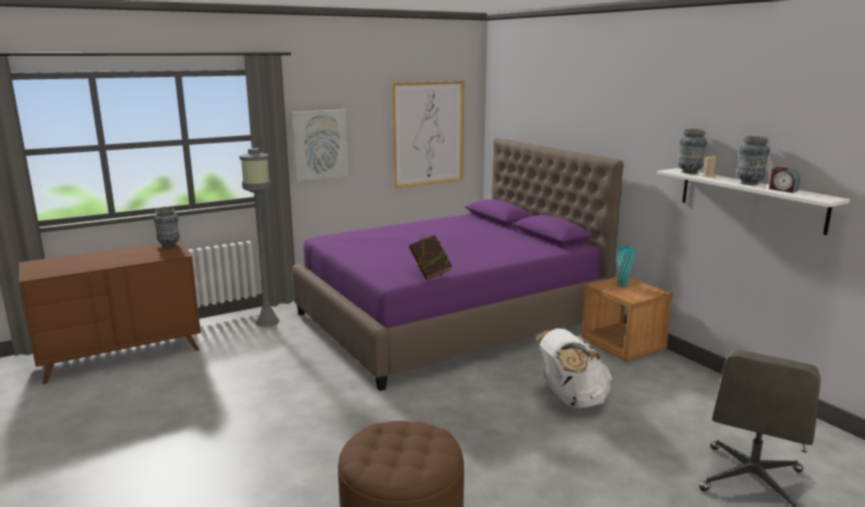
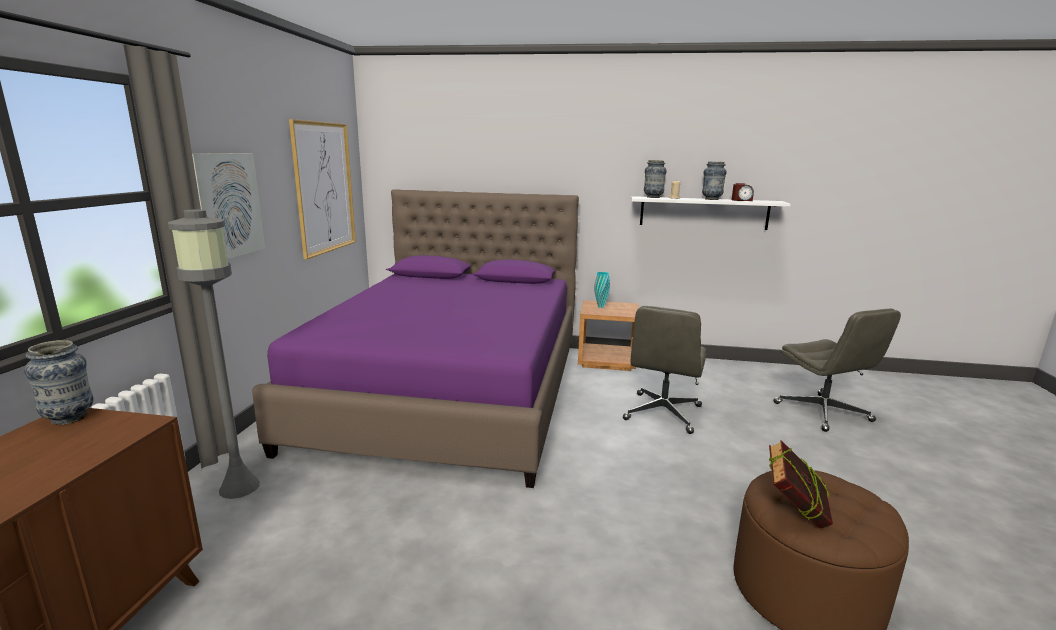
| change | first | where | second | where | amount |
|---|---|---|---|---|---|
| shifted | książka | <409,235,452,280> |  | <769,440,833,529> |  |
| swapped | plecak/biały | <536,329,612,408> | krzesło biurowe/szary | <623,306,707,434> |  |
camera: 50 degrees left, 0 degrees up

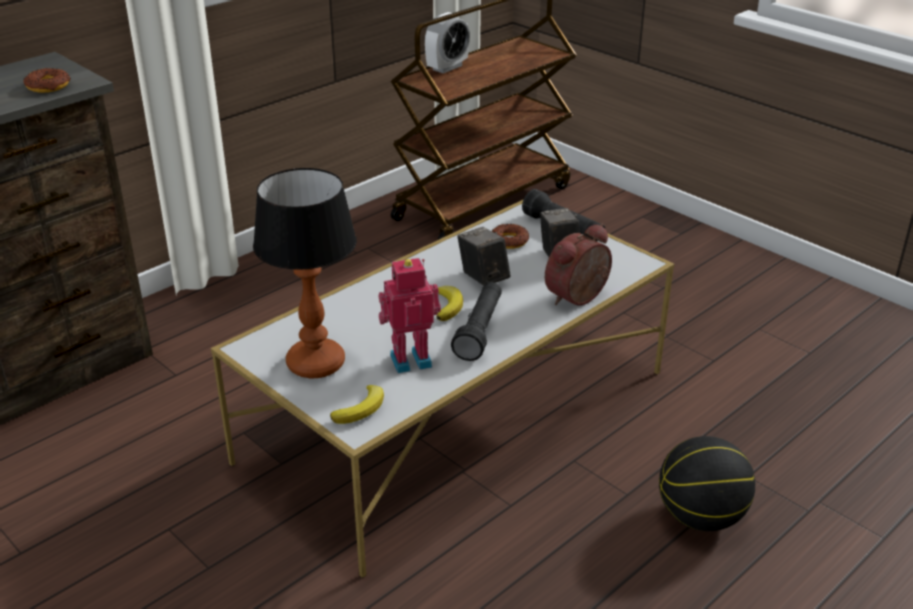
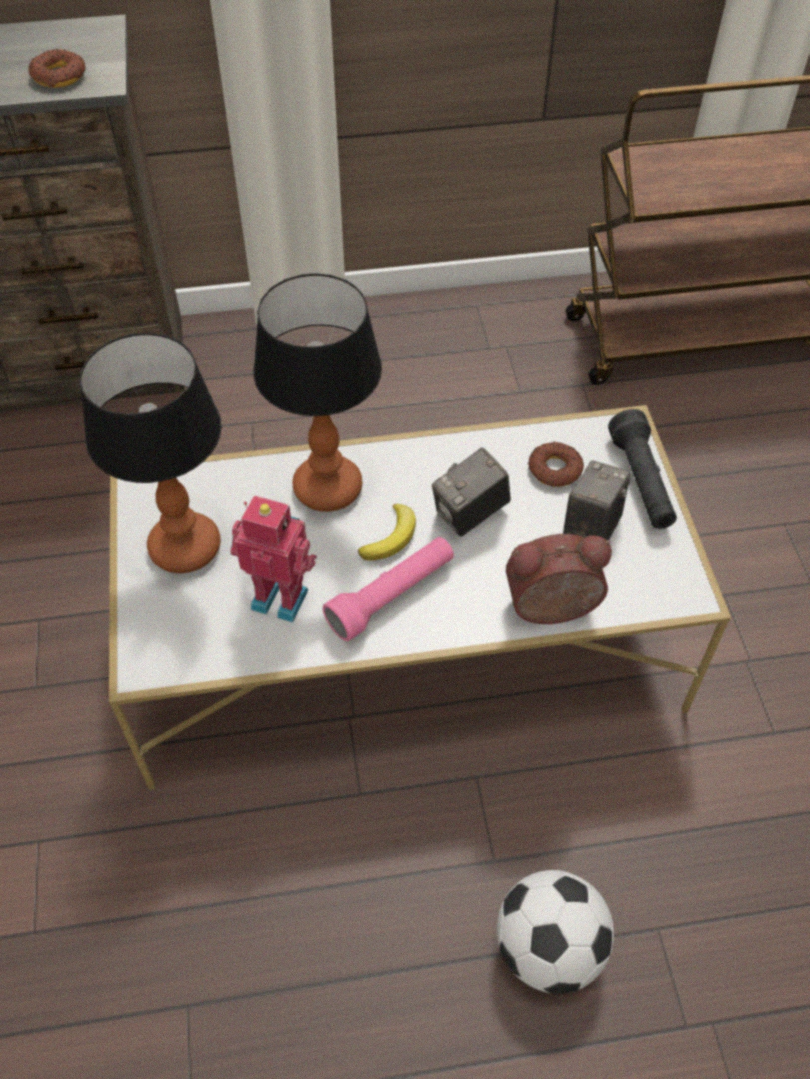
| change | first | where | second | where | amount |
|---|---|---|---|---|---|
| gone | budzik | <425,12,470,74> |  |  |  |
| rotated | aparat fotograficzny | <457,227,511,286> |  | <432,447,511,537> | 135 degrees counterclockwise |
| repainted | latarka/czarny | <451,282,502,361> | latarka/różowy | <323,537,454,641> |  |
| gone | banan | <330,385,384,424> |  |  |  |
| swapped | piłka do koszykówki | <659,436,755,531> | piłka futbolowa | <497,870,614,994> |  |
| new |  |  | lampa stołowa | <253,273,382,512> |  |
camera: 35 degrees right, 20 degrees up

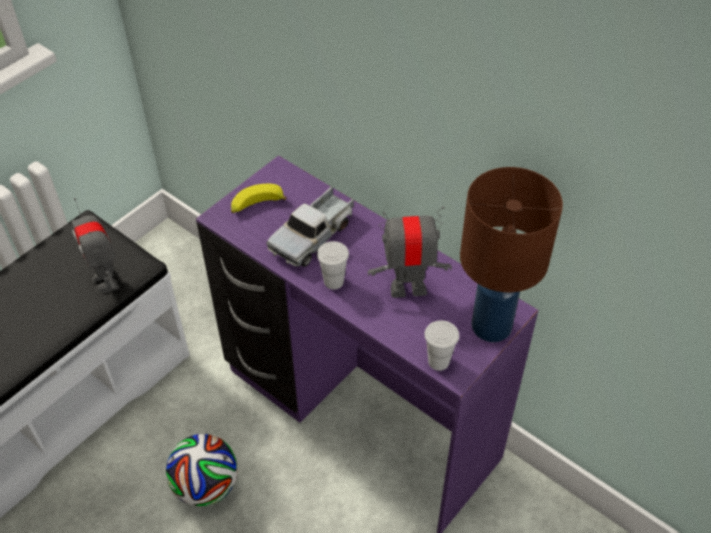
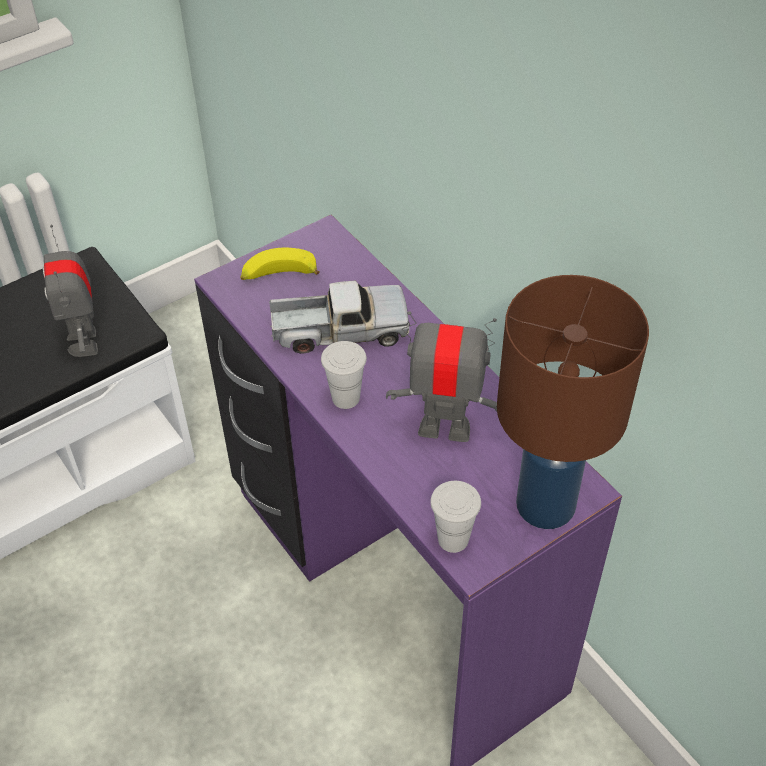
| change | first | where | second | where | amount |
|---|---|---|---|---|---|
| rotated | ciężarówka zabawkowa | <266,187,354,267> |  | <269,281,410,354> | 150 degrees counterclockwise |
| gone | piłka futbolowa | <166,434,238,506> |  |  |  |
camera: 15 degrees right, 0 degrees up

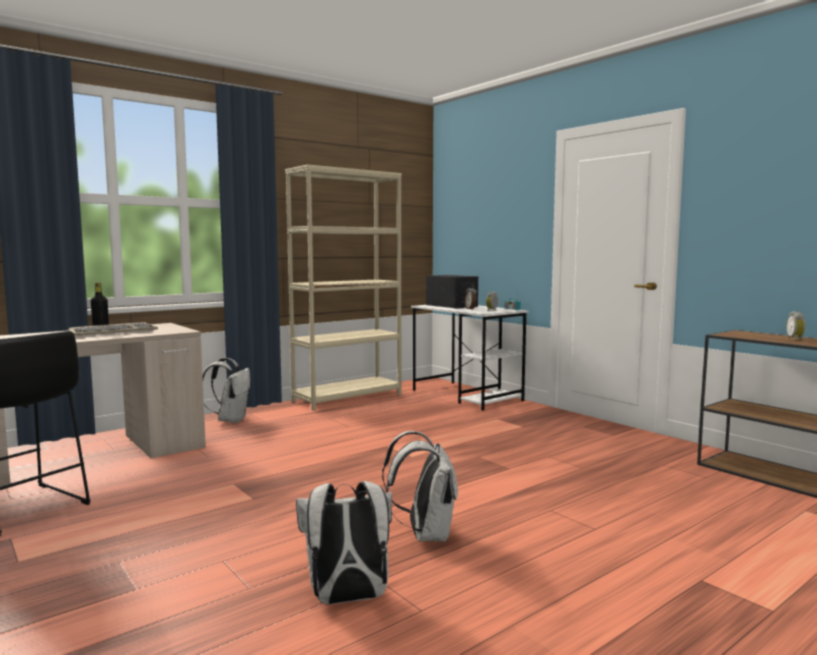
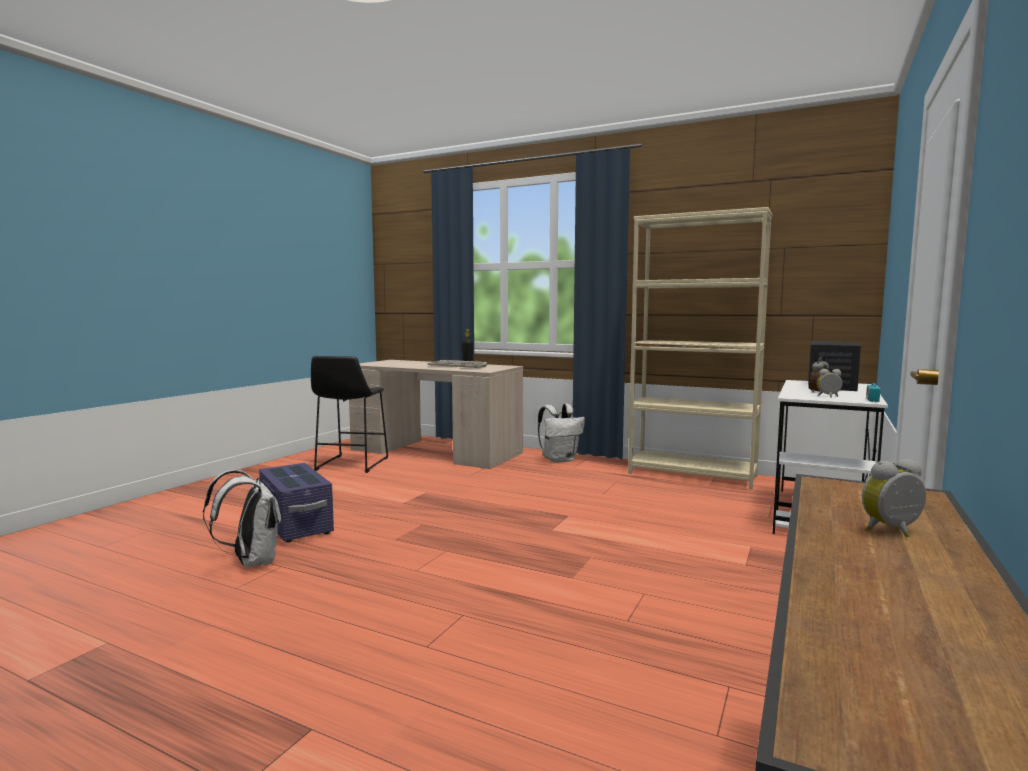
| change | first | where | second | where | amount |
|---|---|---|---|---|---|
| gone | plecak/biały | <382,431,458,542> |  |  |  |
| new |  |  | pojemnik do przechowywania/fioletowy | <259,463,334,542> |  |
camera: 65 degrees right, 0 degrees up

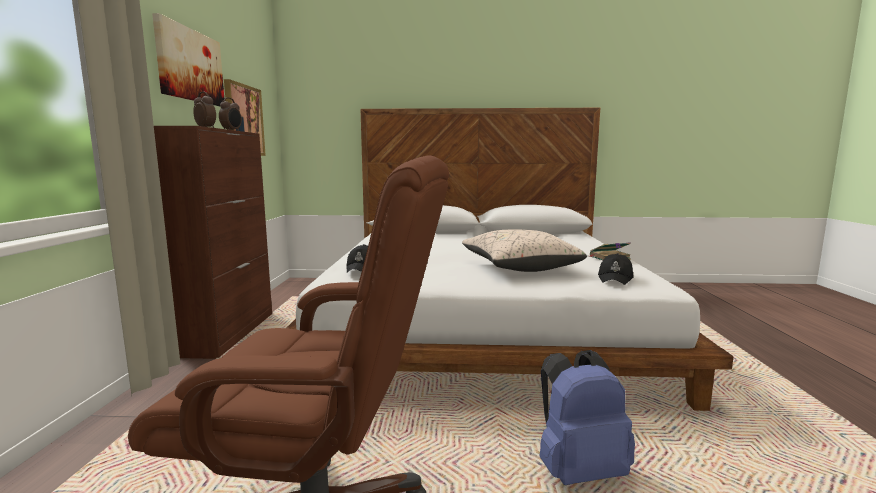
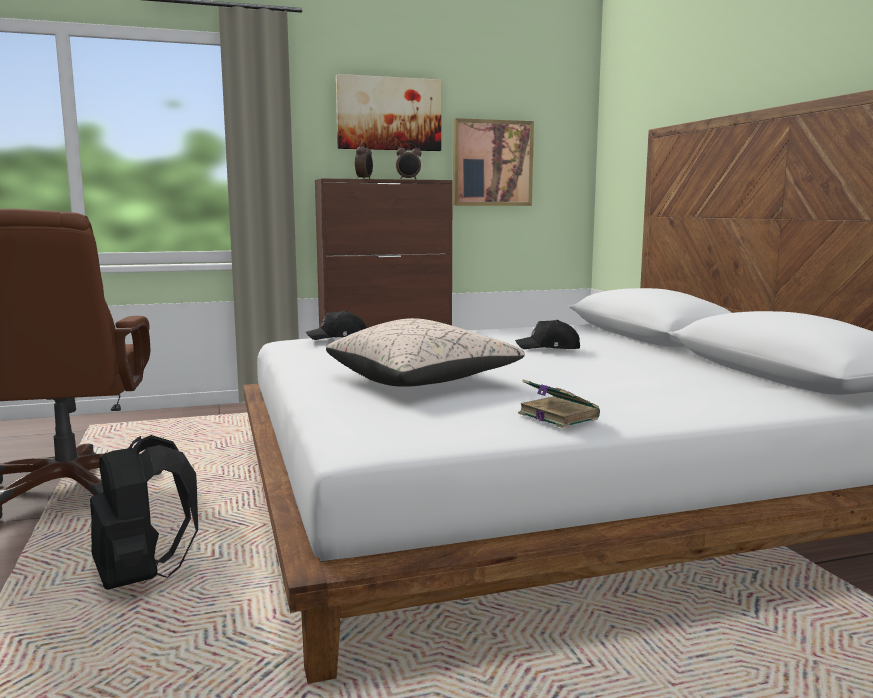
| change | first | where | second | where | amount |
|---|---|---|---|---|---|
| shifted | czapka z daszkiem/czarny | <598,253,634,285> |  | <515,320,580,349> |  |
| repainted | plecak/niebieski | <540,350,635,485> | plecak/czarny | <90,435,198,590> |  |
camera: 70 degrees right, 0 degrees up

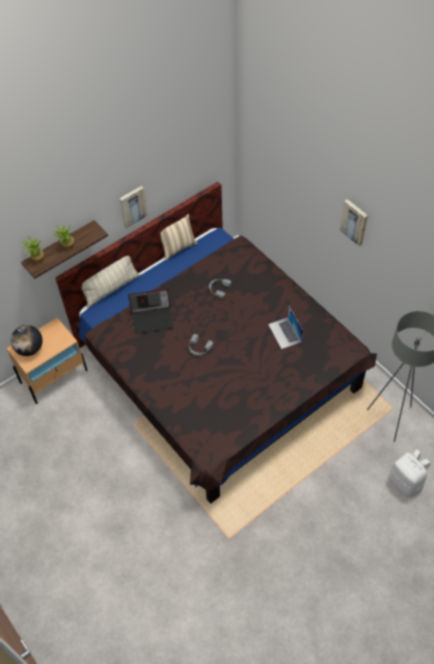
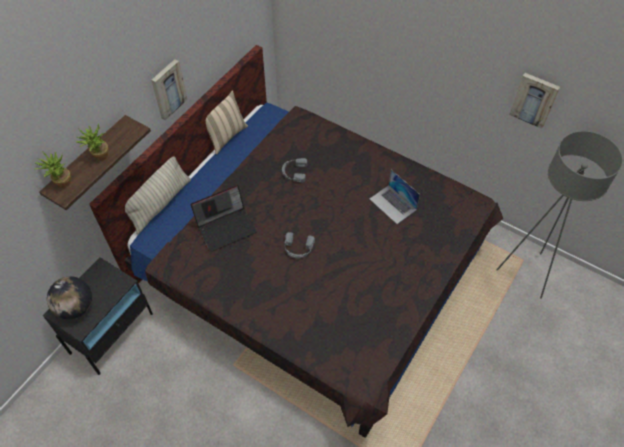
| change | first | where | second | where | amount |
|---|---|---|---|---|---|
| shifted | obraz | <340,199,368,246> |  | <509,73,560,129> |  |
| repainted | szafka nocna/beżowy | <6,318,88,404> | szafka nocna/czarny | <43,257,153,375> |  |
| gone | plecak/biały | <389,449,431,497> |  |  |  |
camera: 20 degrees left, 0 degrees up

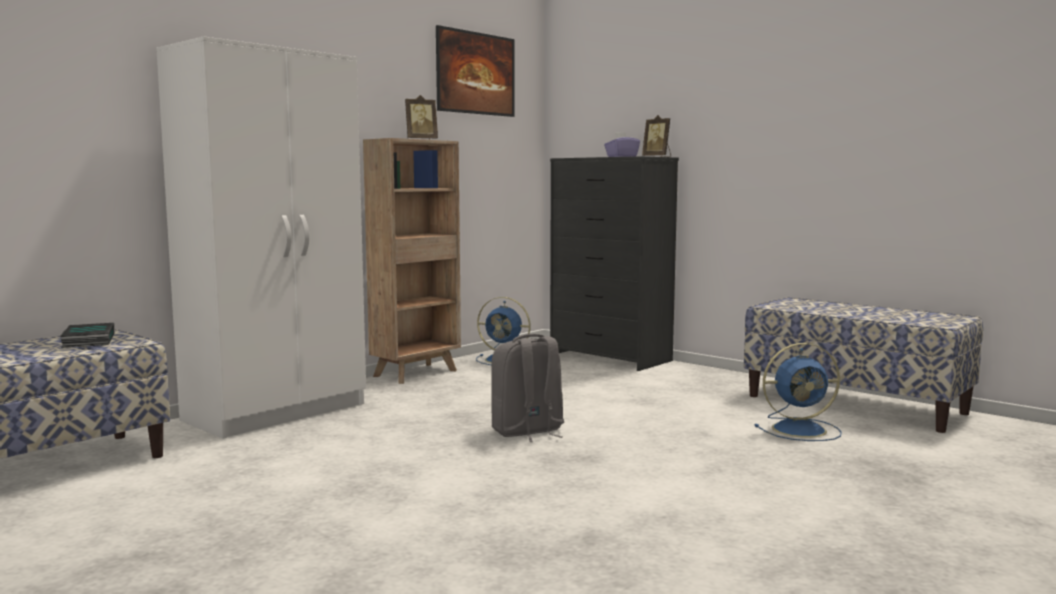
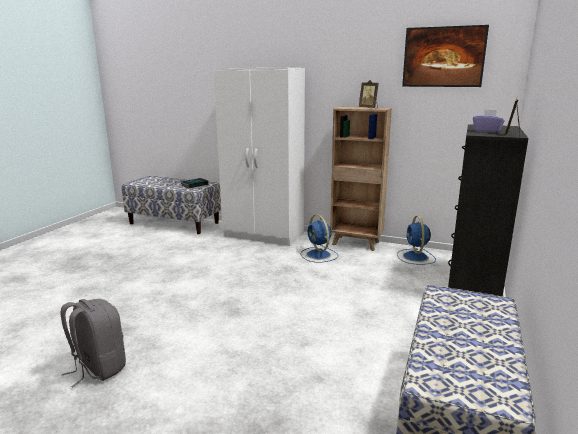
| change | first | where | second | where | amount |
|---|---|---|---|---|---|
| shifted | plecak/szary | <491,334,564,442> |  | <61,299,126,387> |  |
| shifted | wentylator/niebieski | <754,343,842,441> |  | <301,214,338,262> |  |
camera: 70 degrees right, 10 degrees up

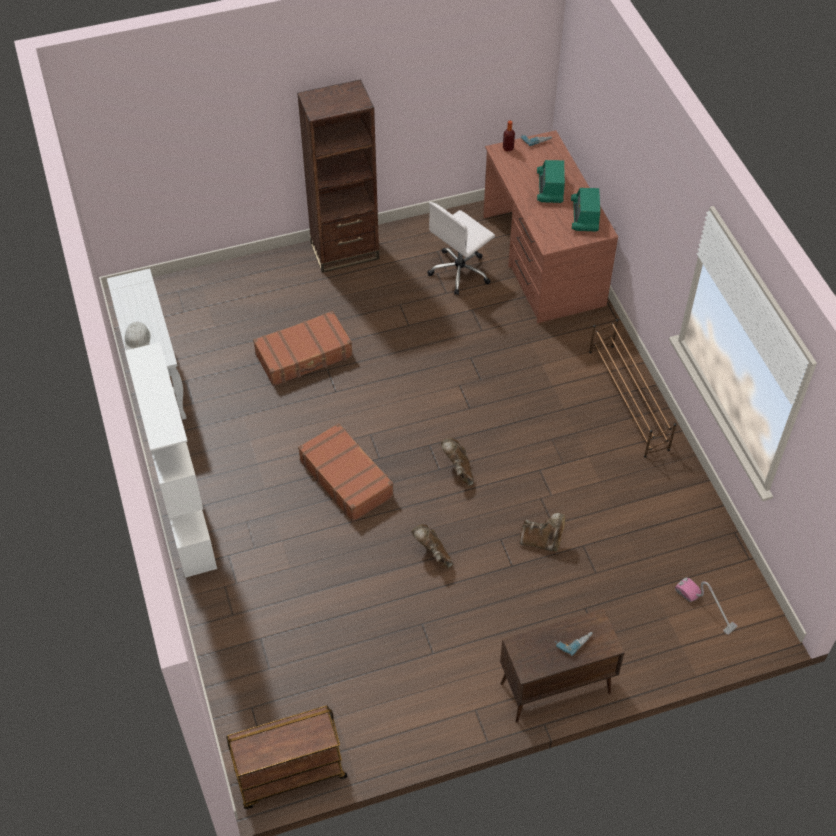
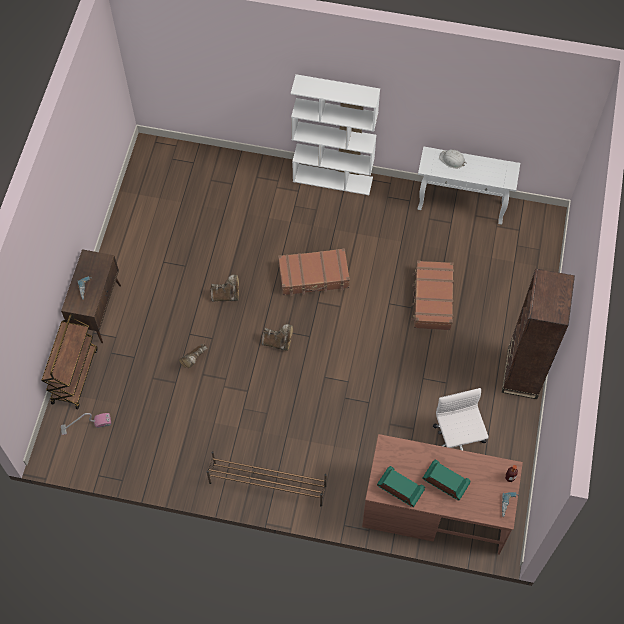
| change | first | where | second | where | amount |
|---|---|---|---|---|---|
| shifted | wózek/brązowy | <226,705,347,809> |  | <41,314,98,409> |  |
camera: 120 degrees right, 10 degrees up

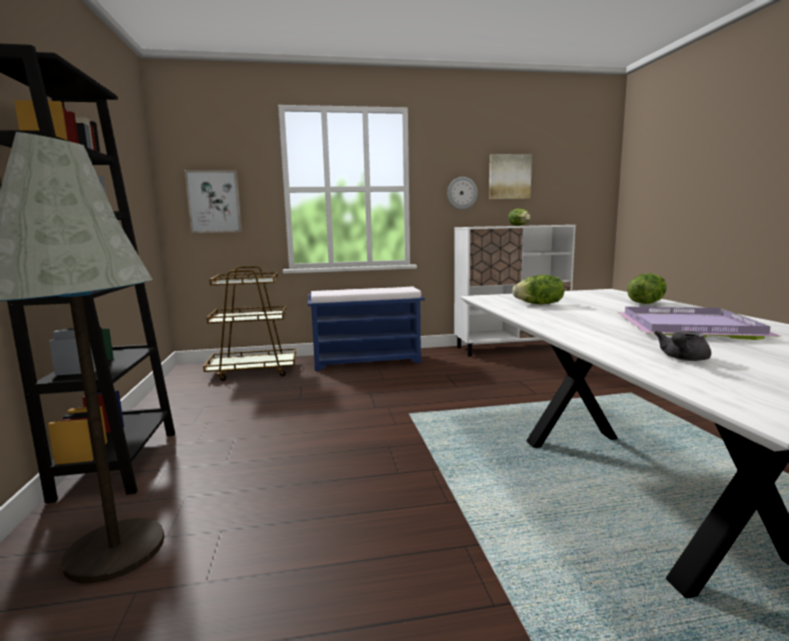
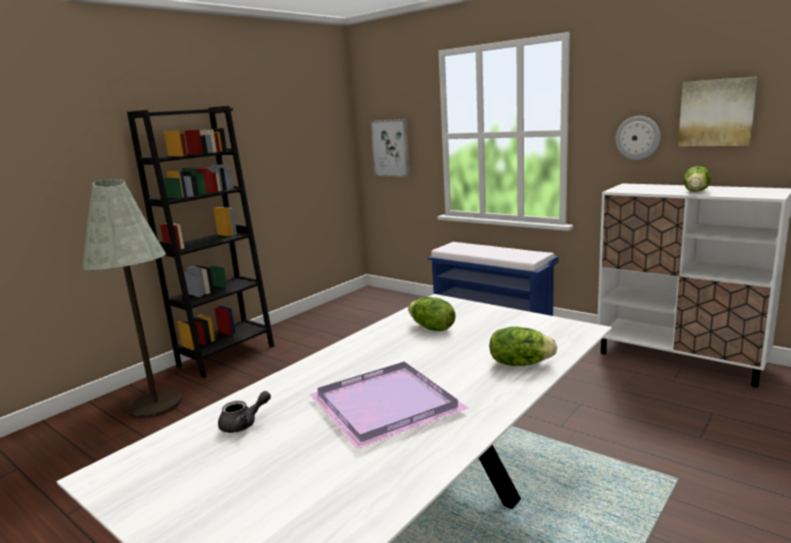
| change | first | where | second | where | amount |
|---|---|---|---|---|---|
| gone | wózek/brązowy | <203,266,296,381> |  |  |  |
| rotated | imbryk/szary | <654,330,711,361> |  | <218,391,271,433> | 150 degrees clockwise |
camera: 50 degrees right, 5 degrees up

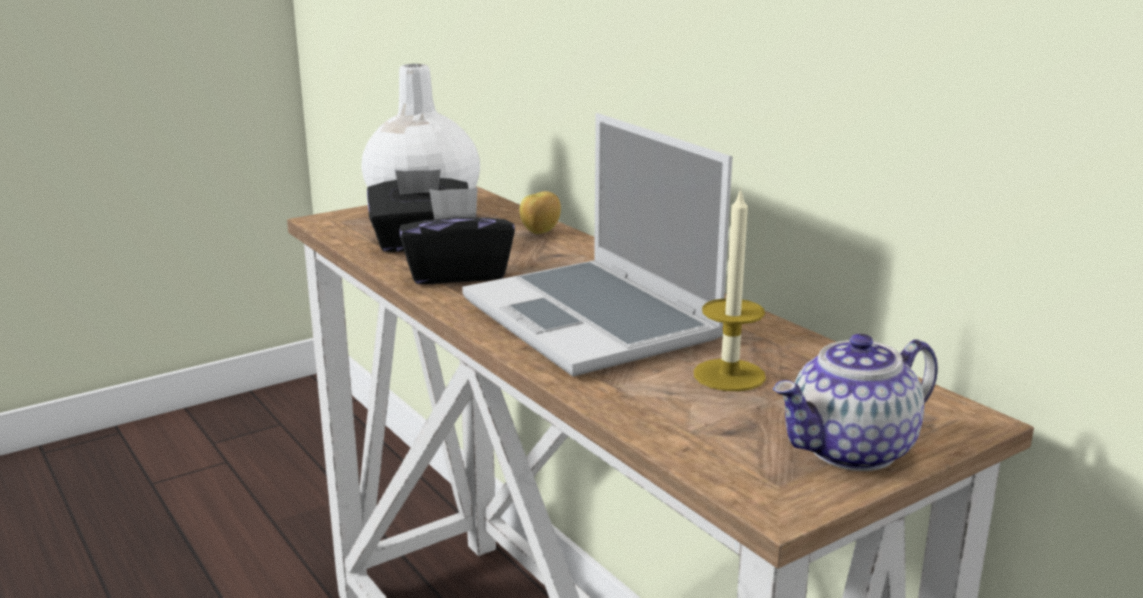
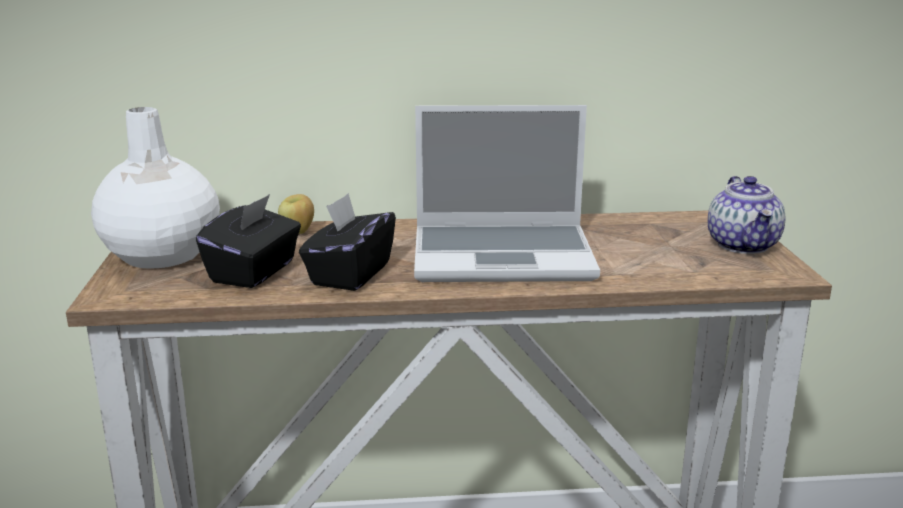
| change | first | where | second | where | amount |
|---|---|---|---|---|---|
| gone | świeca | <694,187,766,391> |  |  |  |
camera: 60 degrees left, 0 degrees up

